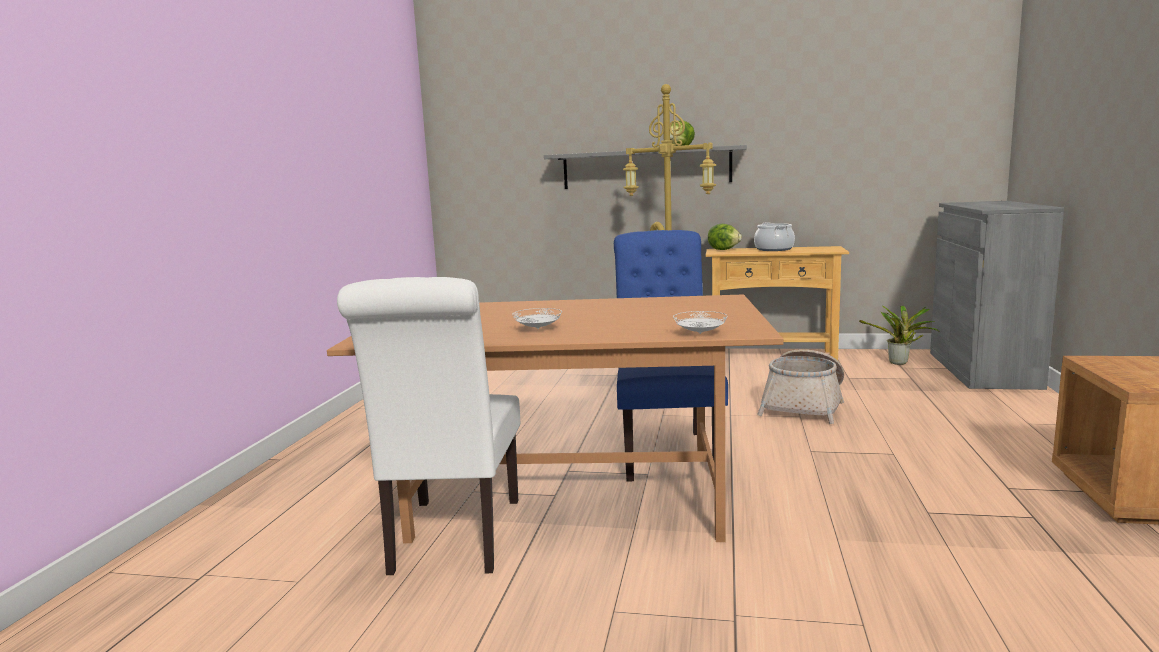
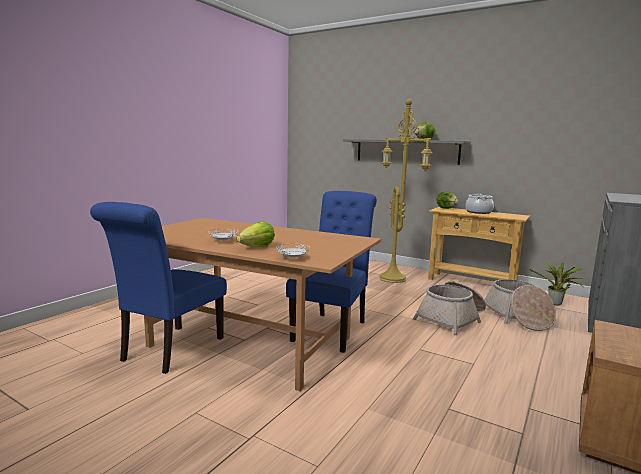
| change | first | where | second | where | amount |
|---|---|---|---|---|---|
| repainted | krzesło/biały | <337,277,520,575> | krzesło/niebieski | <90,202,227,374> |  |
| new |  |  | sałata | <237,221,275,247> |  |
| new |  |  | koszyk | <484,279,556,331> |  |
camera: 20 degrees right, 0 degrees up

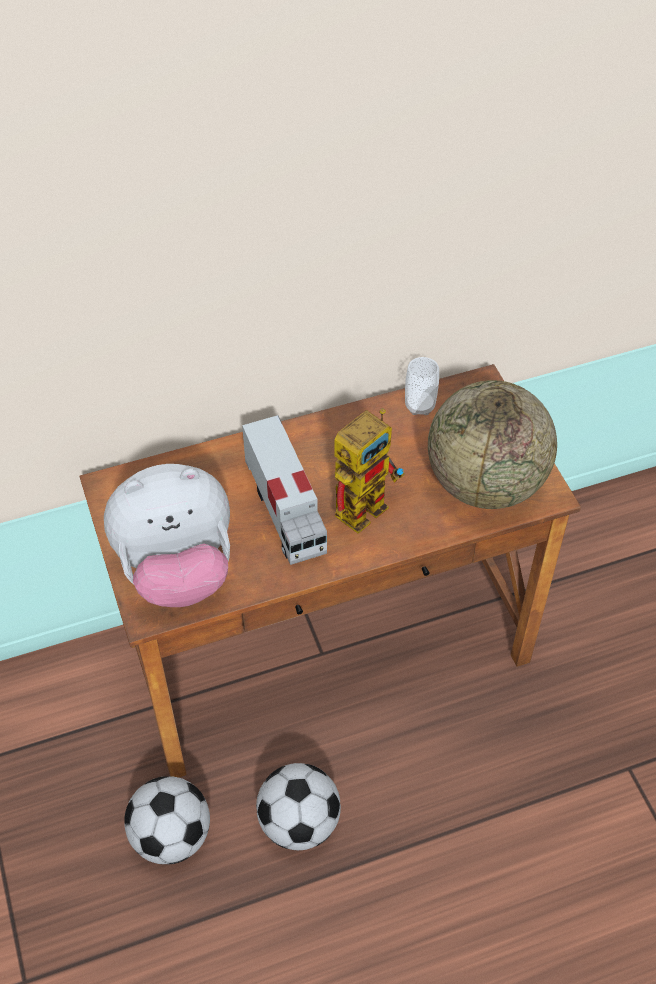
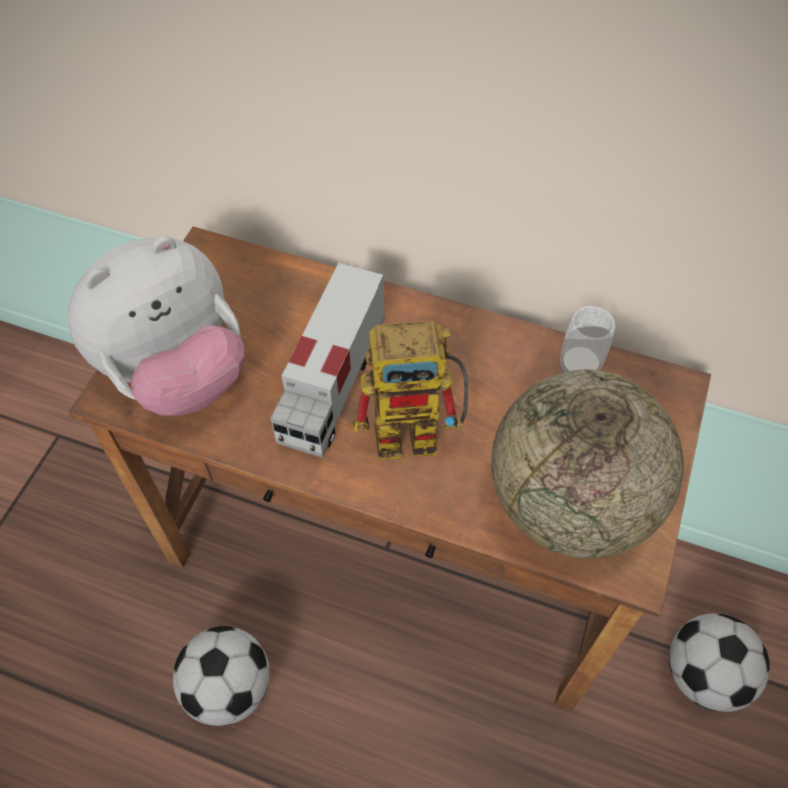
| change | first | where | second | where | amount |
|---|---|---|---|---|---|
| rotated | pluszak | <104,464,230,607> |  | <68,236,244,416> | 60 degrees counterclockwise |
| shifted | piłka futbolowa | <124,776,210,864> |  | <669,614,770,712> |  |
camera: 40 degrees right, 5 degrees up

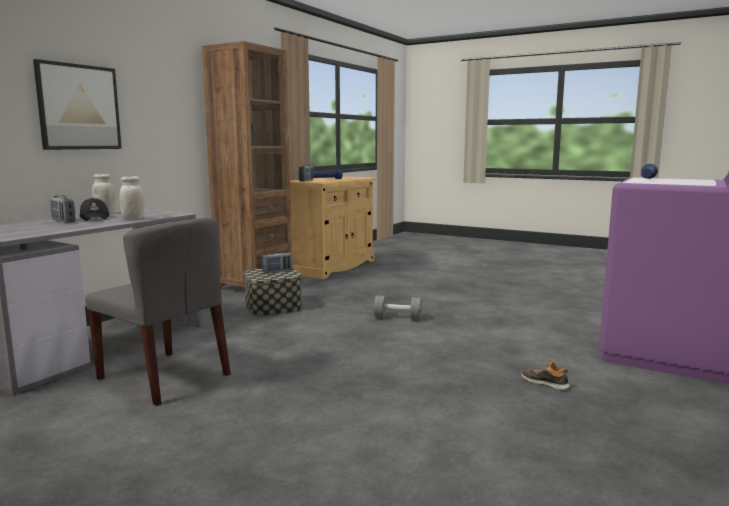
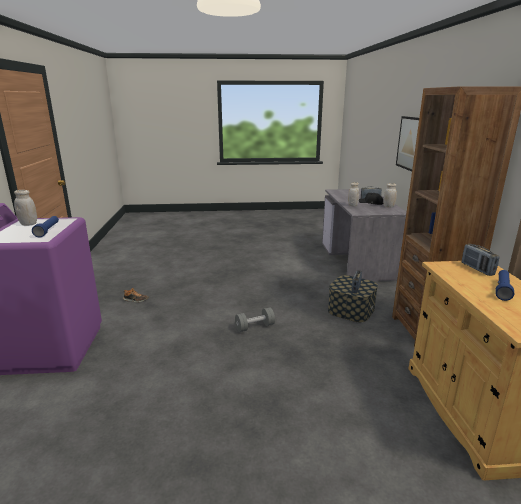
| change | first | where | second | where | amount |
|---|---|---|---|---|---|
| gone | krzesło/szary | <85,218,231,406> |  |  |  |
| new |  |  | słoik/biały | <14,190,37,226> |  |
camera: 145 degrees right, 10 degrees up

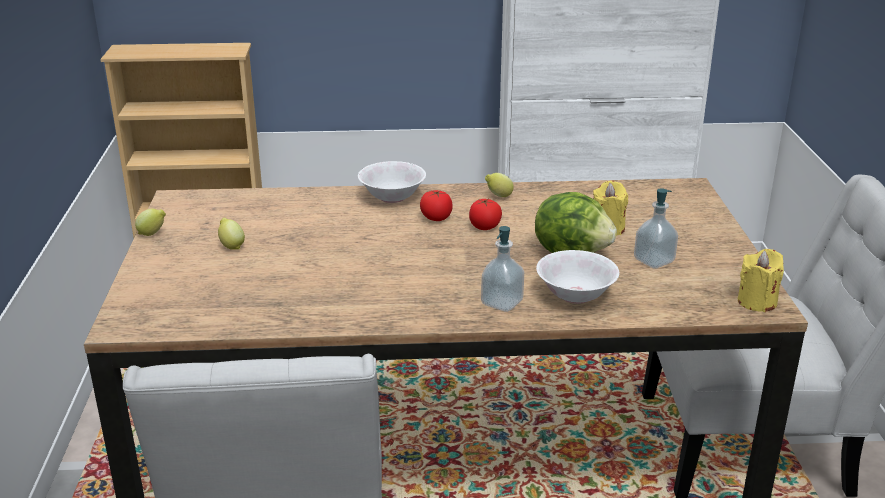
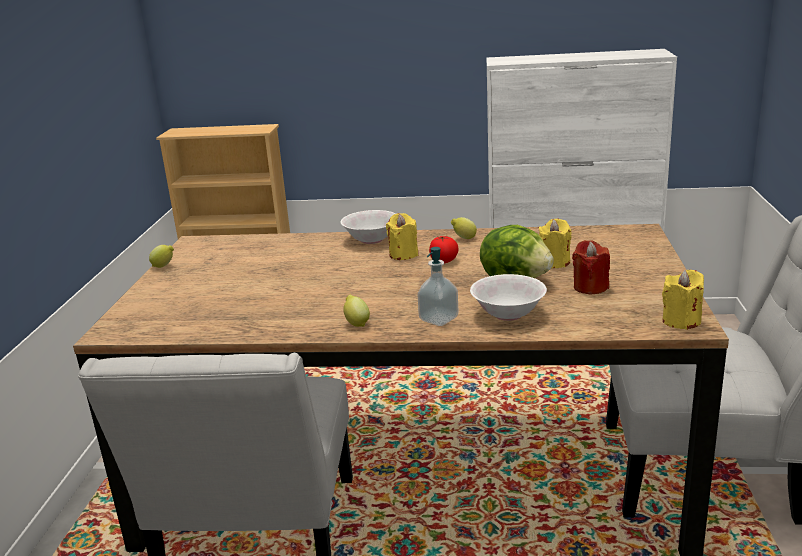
| change | first | where | second | where | amount |
|---|---|---|---|---|---|
| swapped | dozownik mydła | <634,188,678,269> | świeca/czerwony | <572,240,610,294> |  |
| swapped | pomidor | <420,190,453,221> | świeca/żółty | <386,213,418,260> |  |
| shifted | cytryna | <218,218,245,250> |  | <343,295,370,327> |  |
camera: 10 degrees right, 5 degrees down

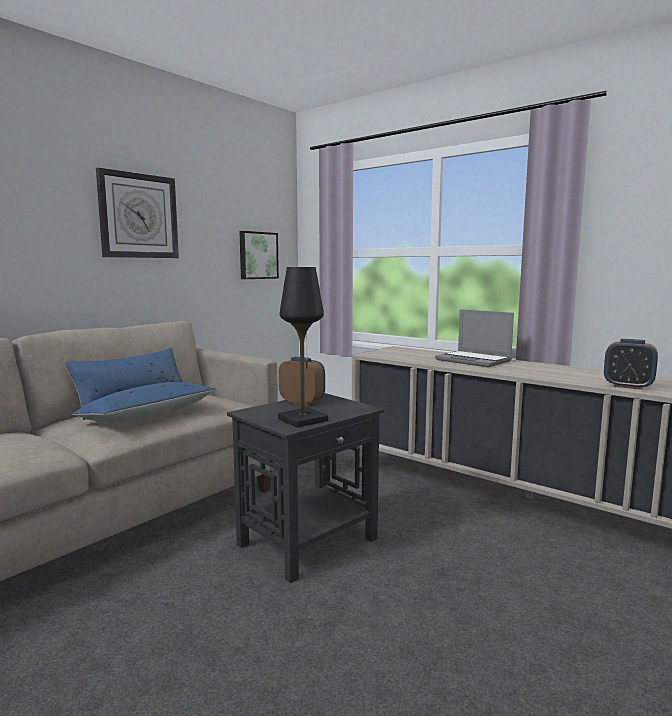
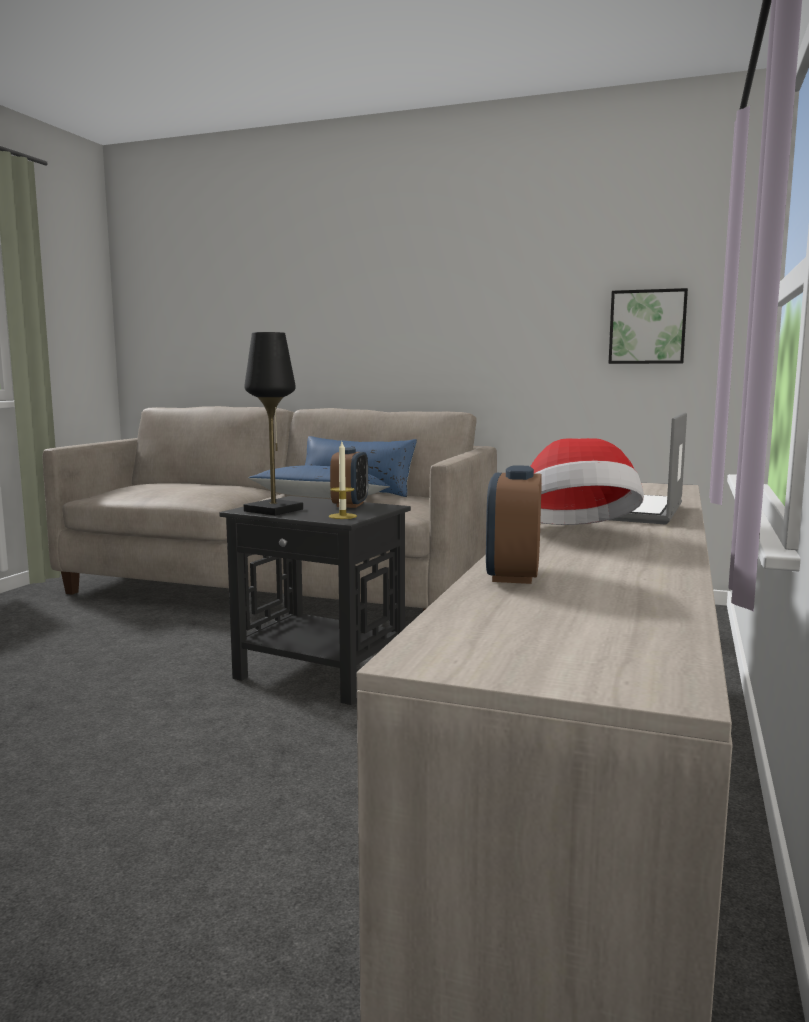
| change | first | where | second | where | amount |
|---|---|---|---|---|---|
| gone | zegar ścienny | <96,167,179,258> |  |  |  |
| new |  |  | kapelusz | <530,438,644,525> |  |
| new |  |  | świeca | <329,442,357,519> |  |
camera: 70 degrees right, 0 degrees up

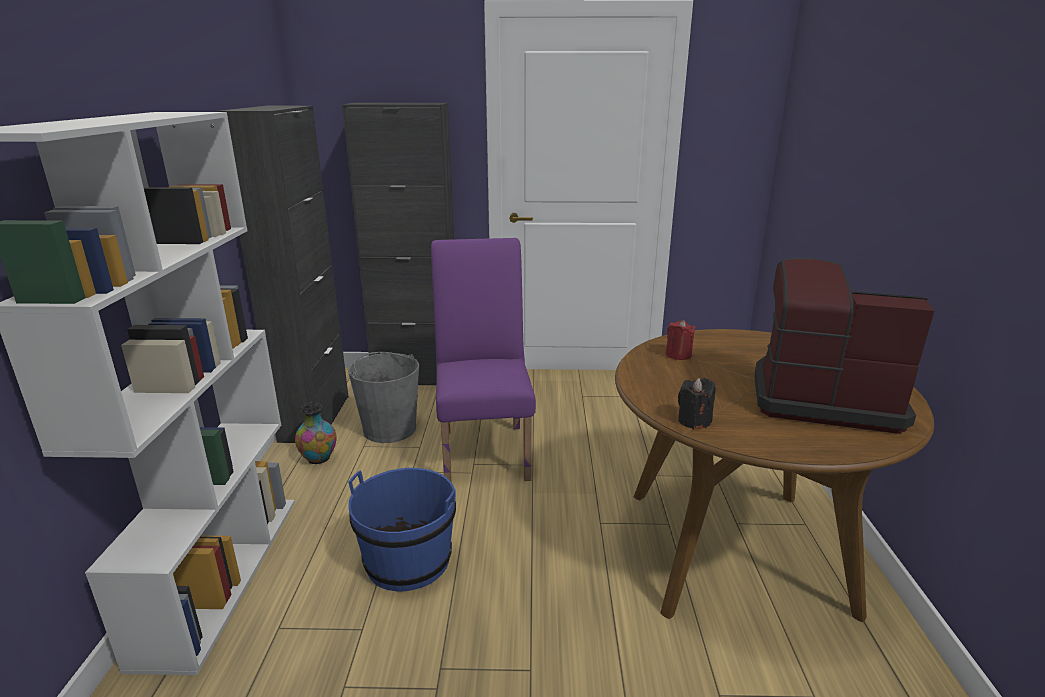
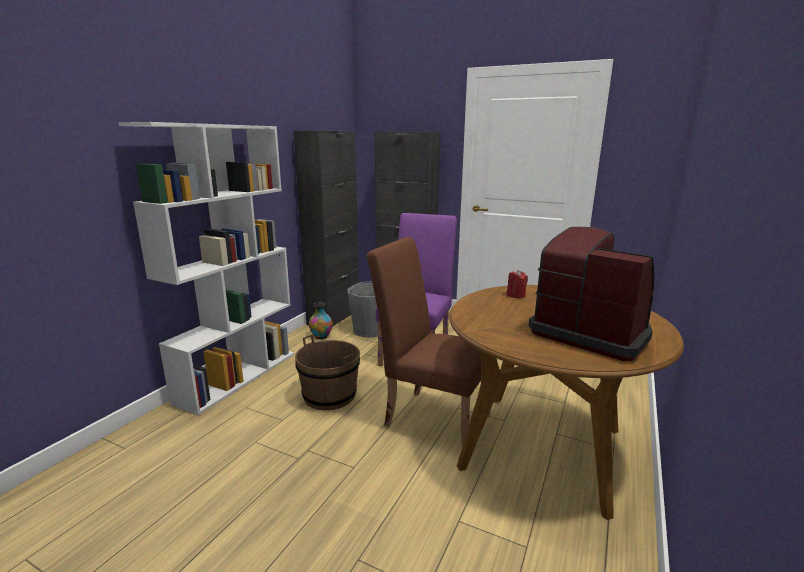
| change | first | where | second | where | amount |
|---|---|---|---|---|---|
| gone | świeca/czarny | <678,378,715,429> |  |  |  |
| repainted | wiadro/niebieski | <348,468,456,592> | wiadro/brązowy | <295,334,360,410> |  |
| new |  |  | krzesło/brązowy | <367,236,491,446> |  |
camera: 25 degrees right, 5 degrees down

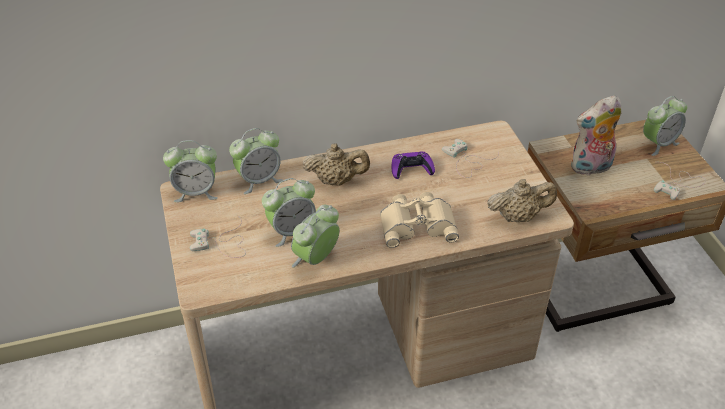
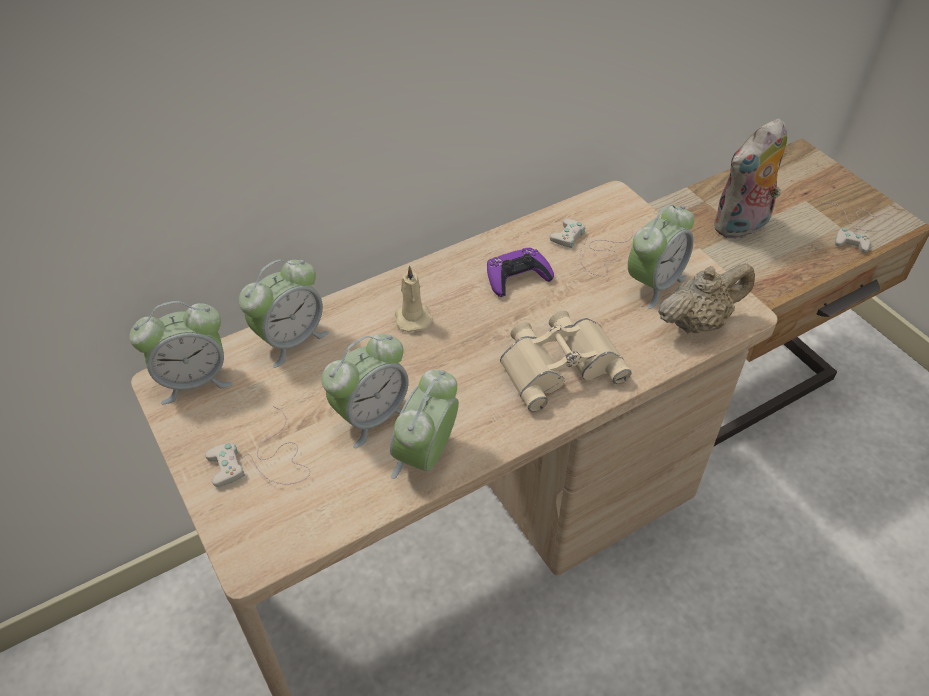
| change | first | where | second | where | amount |
|---|---|---|---|---|---|
| shifted | budzik | <643,96,687,156> |  | <628,204,694,309> |  |
| swapped | imbryk/beżowy | <303,143,370,186> | świeca/beżowy | <395,265,433,332> |  |
camera: 15 degrees left, 5 degrees up

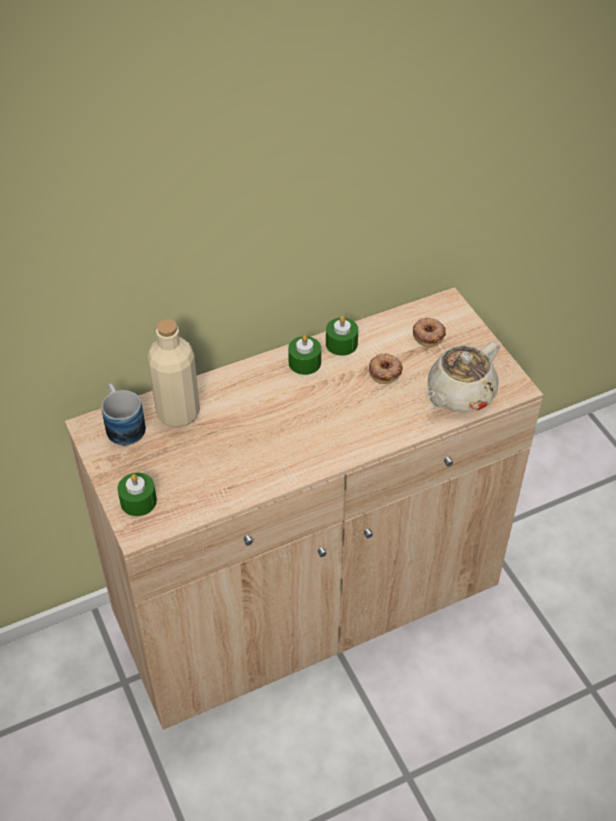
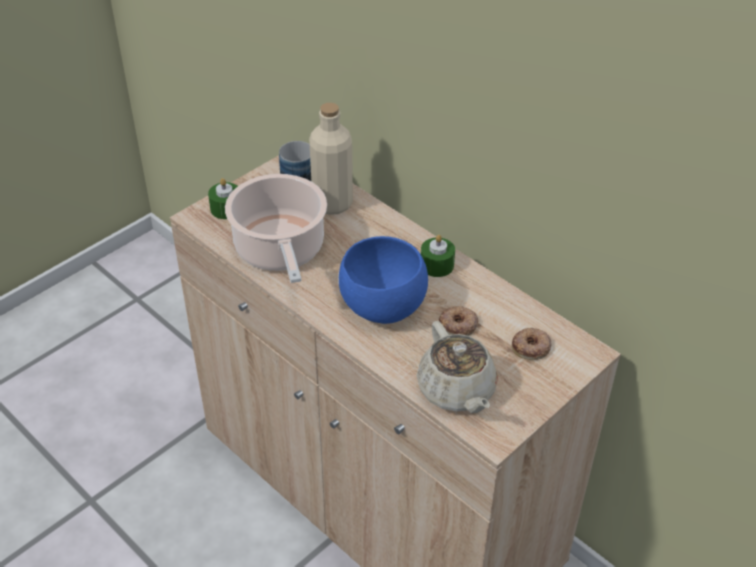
| change | first | where | second | where | amount |
|---|---|---|---|---|---|
| gone | świeca/zielony | <326,316,358,356> |  |  |  |
| rotated | imbryk/beżowy | <425,342,500,413> |  | <417,321,498,413> | 135 degrees counterclockwise |
| new |  |  | garnek | <225,174,327,283> |  |
| new |  |  | miska/niebieski | <339,236,428,324> |  |
camera: 70 degrees right, 5 degrees down

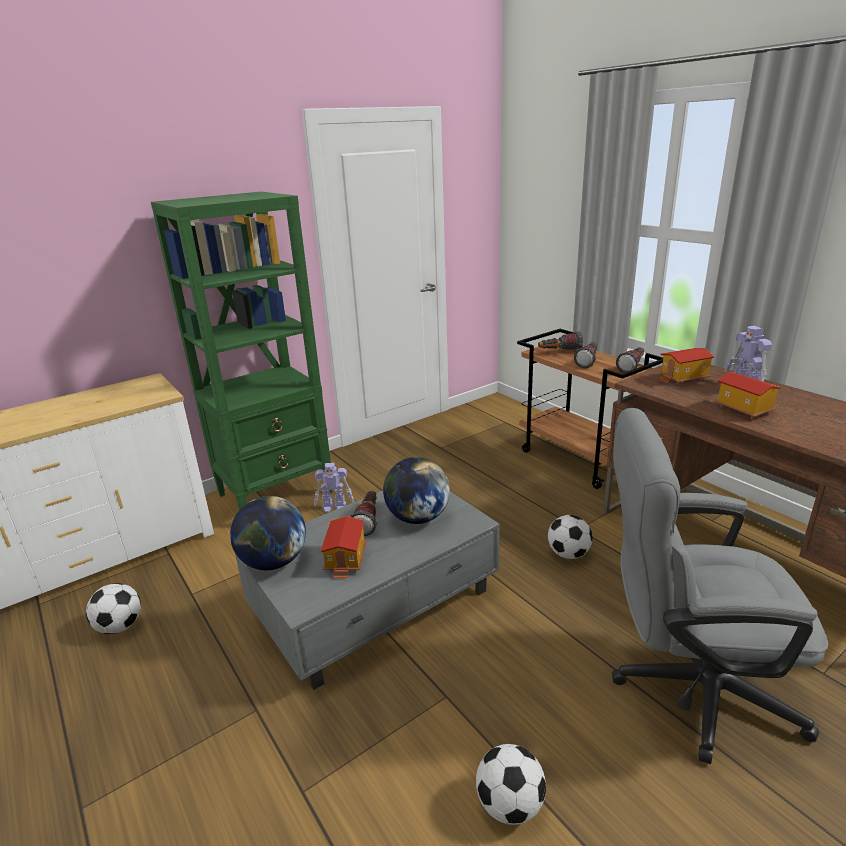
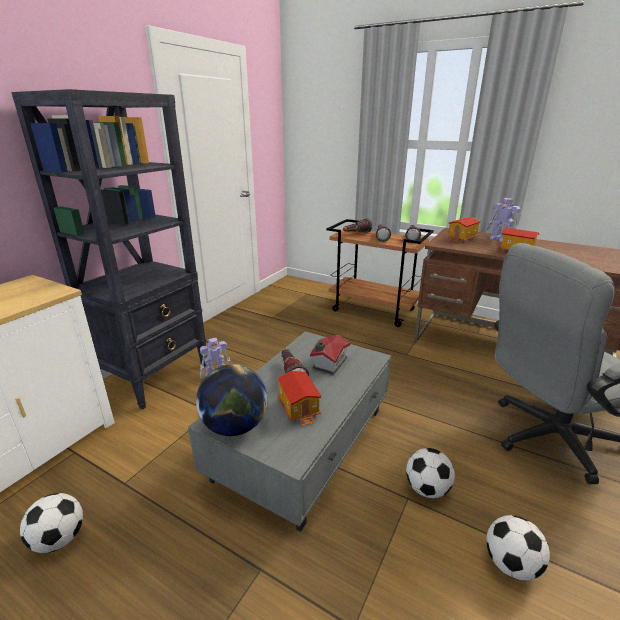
| change | first | where | second | where | amount |
|---|---|---|---|---|---|
| repainted | regał/zielony | <151,192,332,510> | regał/czarny | <11,89,206,410> |  |
| swapped | globus | <383,457,450,524> | domek | <310,335,350,375> |  |
| shifted | piłka futbolowa | <548,515,593,559> |  | <406,448,455,498> |  |
camera: 25 degrees left, 0 degrees up

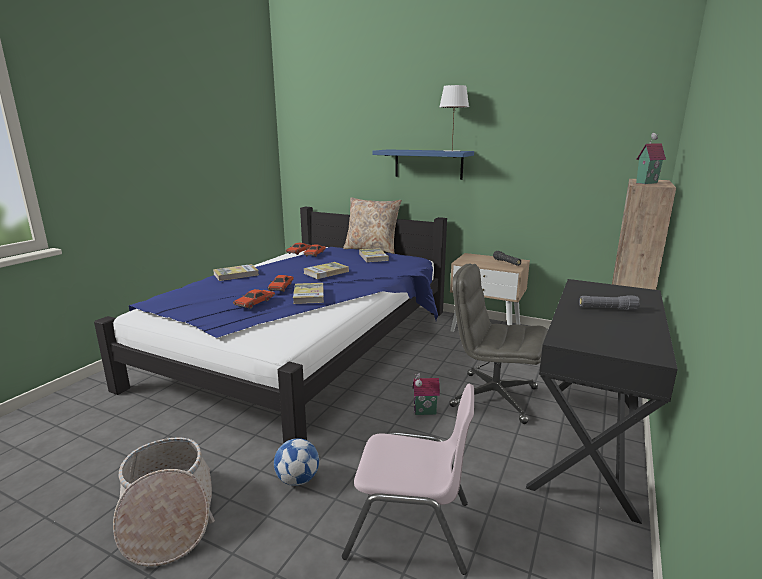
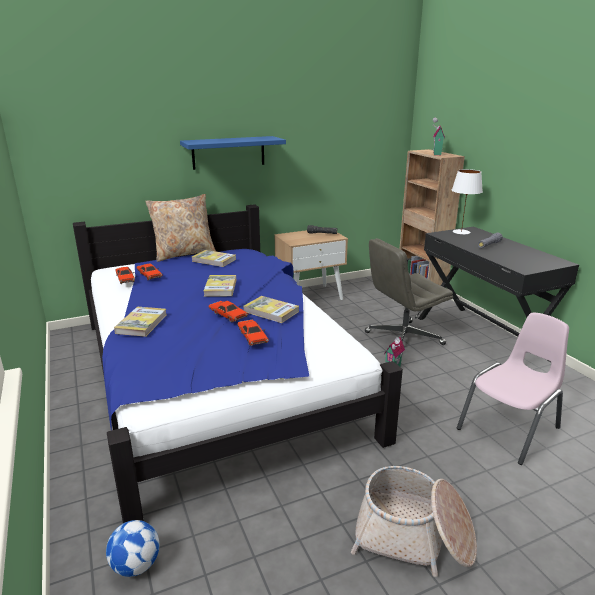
| change | first | where | second | where | amount |
|---|---|---|---|---|---|
| shifted | lampa stołowa/biały | <440,85,469,152> |  | <452,169,483,234> |  |
| shifted | piłka futbolowa | <274,438,319,486> |  | <106,520,159,577> |  |
camera: 50 degrees left, 5 degrees up

